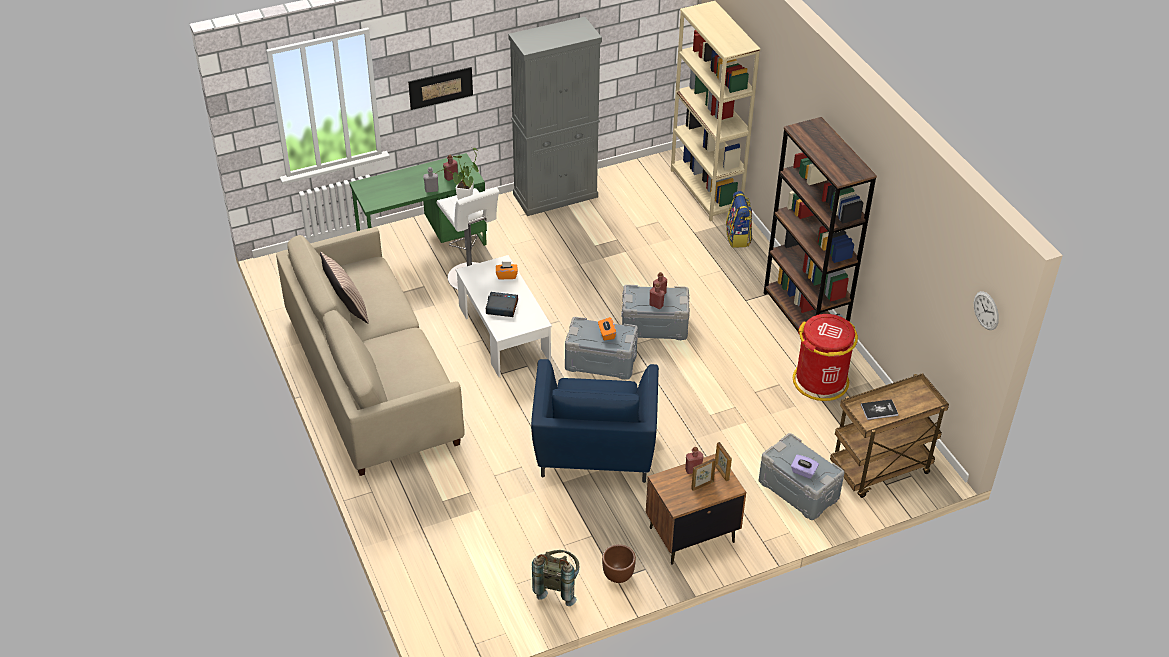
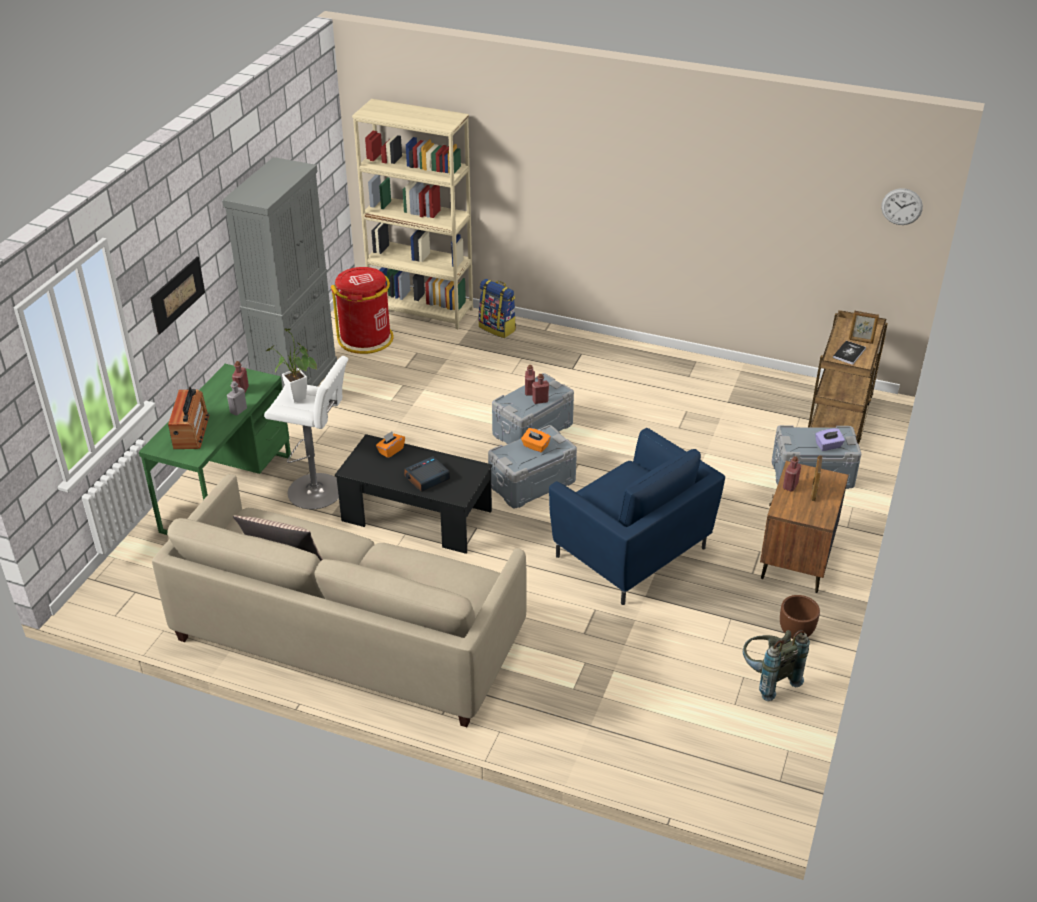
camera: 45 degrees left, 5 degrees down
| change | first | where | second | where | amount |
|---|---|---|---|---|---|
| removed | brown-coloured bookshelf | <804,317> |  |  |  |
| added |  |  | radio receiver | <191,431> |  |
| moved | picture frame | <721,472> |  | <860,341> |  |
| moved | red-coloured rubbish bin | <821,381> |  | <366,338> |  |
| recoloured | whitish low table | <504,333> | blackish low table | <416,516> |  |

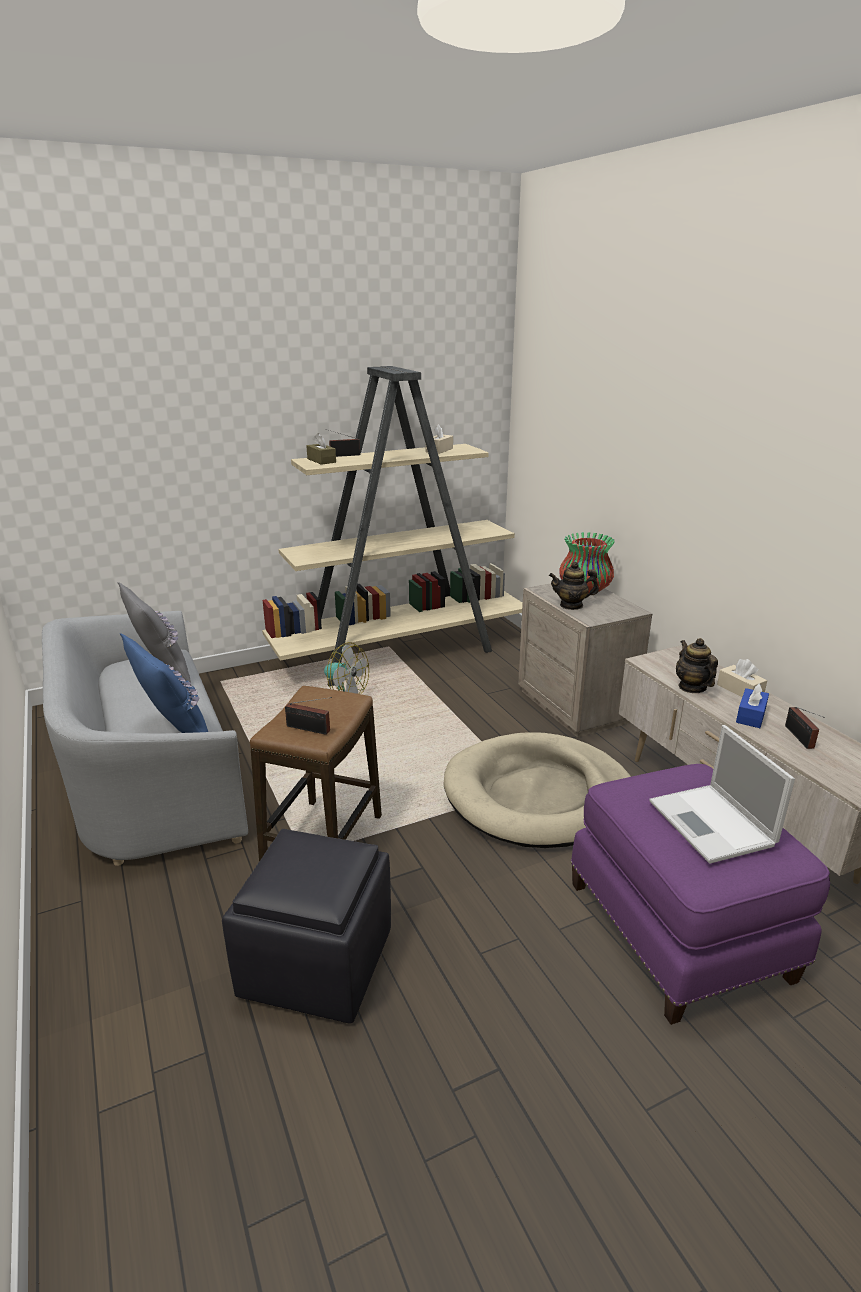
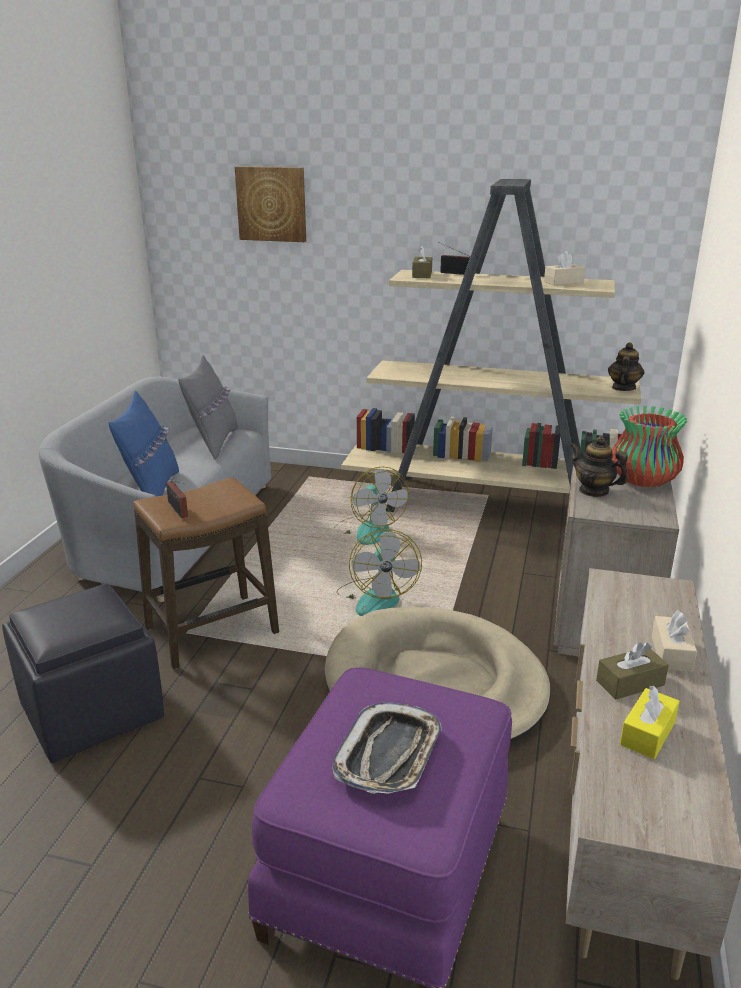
camera: 40 degrees right, 0 degrees up
| change | first | where | second | where | amount |
|---|---|---|---|---|---|
| added |  |  | wall art | <272,204> |  |
| added |  |  | cooling fan | <376,597> |  |
| moved | tea pot | <692,687> |  | <623,388> |  |
| replaced | notebook computer | <713,824> | tray | <389,755> |  |
| replaced | radio receiver | <800,738> | yellowish tissue holder | <647,733> |  |
| recoloured | blue-coloured tissue holder | <750,715> | brown-coloured tissue holder | <630,683> |  |

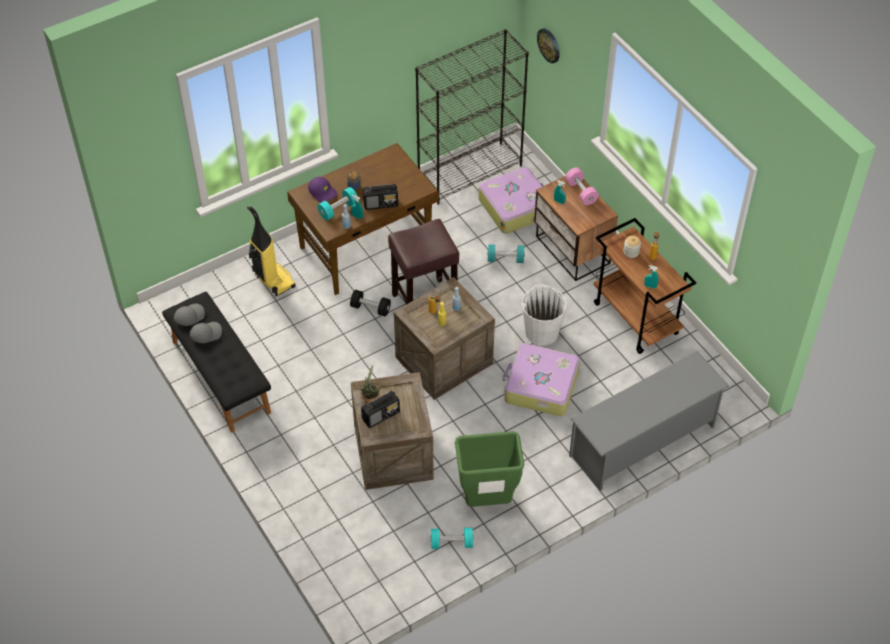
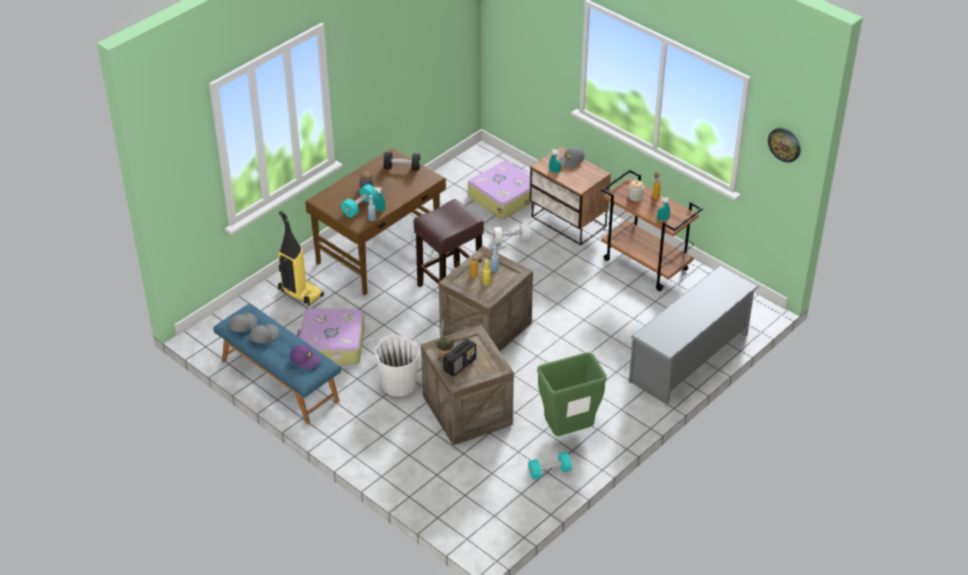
camera: 15 degrees left, 10 degrees down
| change | first | where | second | where | amount |
|---|---|---|---|---|---|
| removed | radio receiver | <381,204> |  |  |  |
| removed | blackish bookshelf | <470,172> |  |  |  |
| moved | purplish cap | <323,192> |  | <306,360> |  |
| moved | blackish free weight | <370,308> |  | <402,168> |  |
| moved | travel case | <540,386> |  | <331,345> |  |
| moved | whitish bucket | <541,331> |  | <398,383> |  |
| moved | clock on the wall | <549,45> |  | <784,144> |  |
| replaced | pink-coloured free weight | <581,192> | grey cap | <571,161> |  |
| recoloured | blackish long seat | <220,376> | blue-coloured long seat | <279,381> |  |
| recoloured | turquoise-coloured free weight | <505,259> | whitish free weight | <511,239> |  |

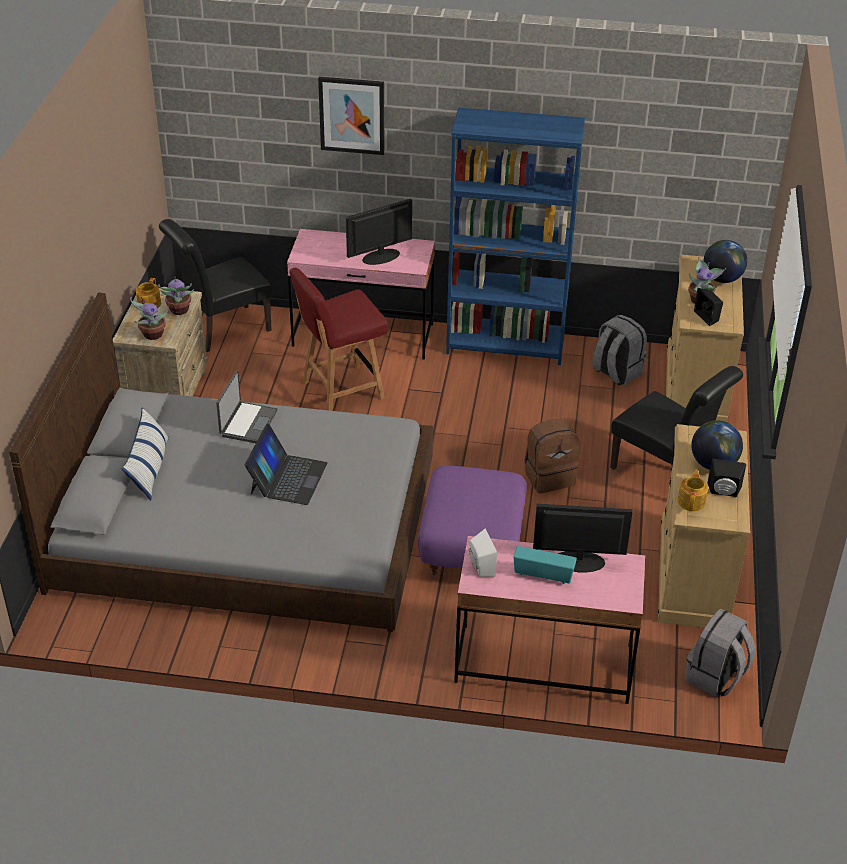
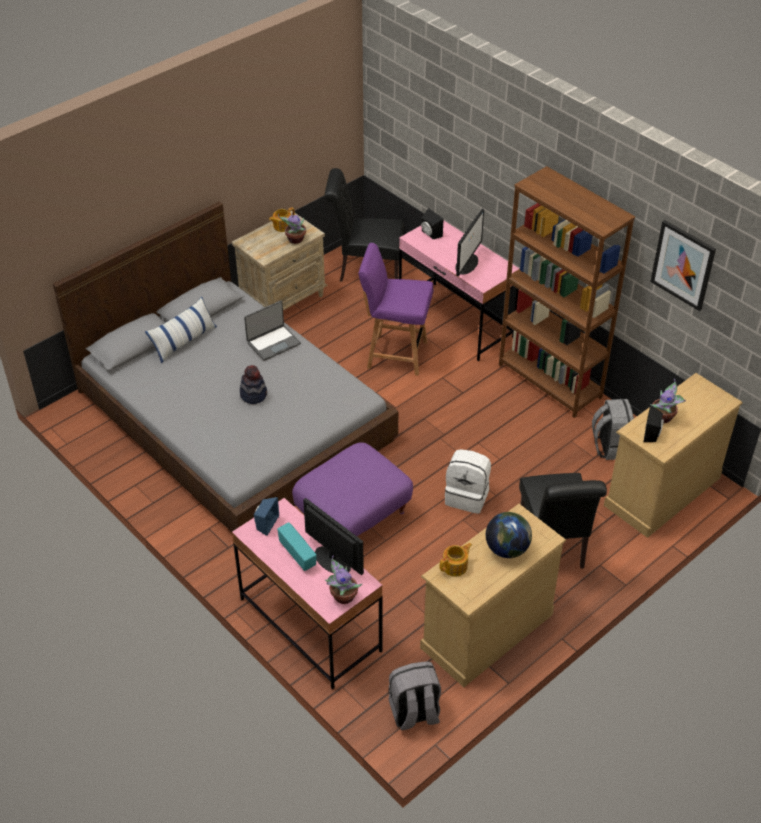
camera: 40 degrees right, 5 degrees up
| change | first | where | second | where | amount |
|---|---|---|---|---|---|
| removed | world globe | <722,279> |  |  |  |
| moved | potted plant | <151,335> |  | <342,596> |  |
| moved | wall art | <352,115> |  | <683,265> |  |
| moved | blackish loudspeaker | <723,492> |  | <430,234> |  |
| replaced | notebook computer | <287,478> | wearable hat | <253,394> |  |
| recoloured | red-coloured plain chair | <341,390> | purplish plain chair | <395,354> |  |
| recoloured | blue-coloured bookshelf | <506,345> | brown-coloured bookshelf | <550,381> |  |
| recoloured | whitish loudspeaker | <480,567> | blue-coloured loudspeaker | <265,523> |  |
| recoloured | brown-coloured backpack | <549,476> | whitish backpack | <467,496> |  |
| turned | computer screen | <380,256> |  | <467,263> | 105 degrees clockwise |

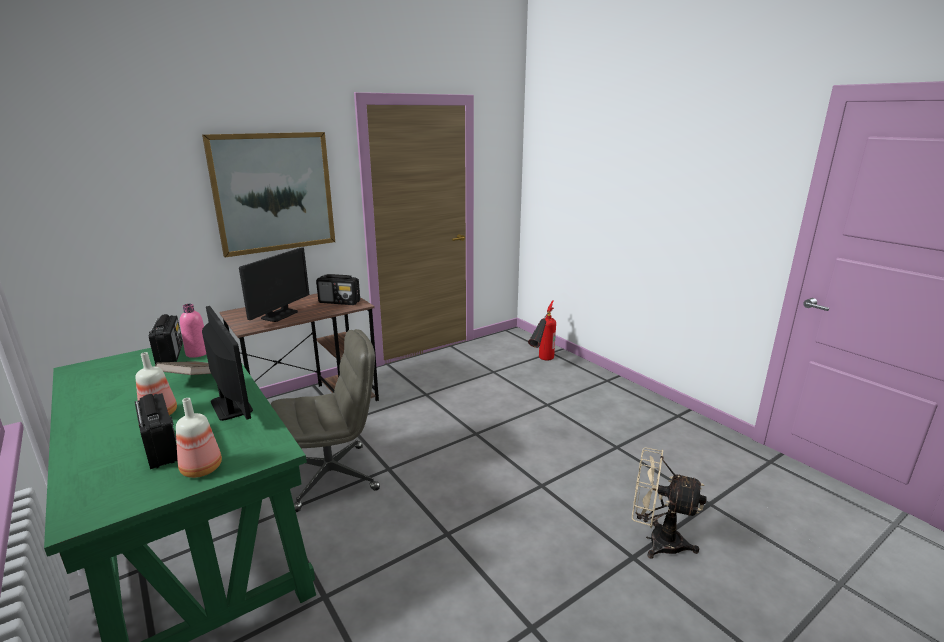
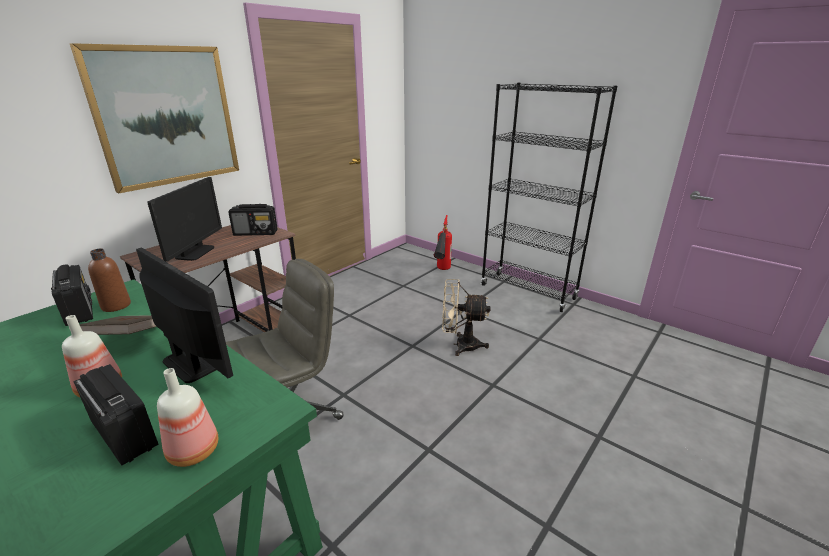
camera: 15 degrees left, 5 degrees up
| change | first | where | second | where | amount |
|---|---|---|---|---|---|
| added |  |  | blackish bookshelf | <528,292> |  |
| moved | sand-coloured cooling fan | <656,540> |  | <460,345> |  |
| recoloured | pink-coloured drink bottle | <197,353> | brown-coloured drink bottle | <116,306> |  |

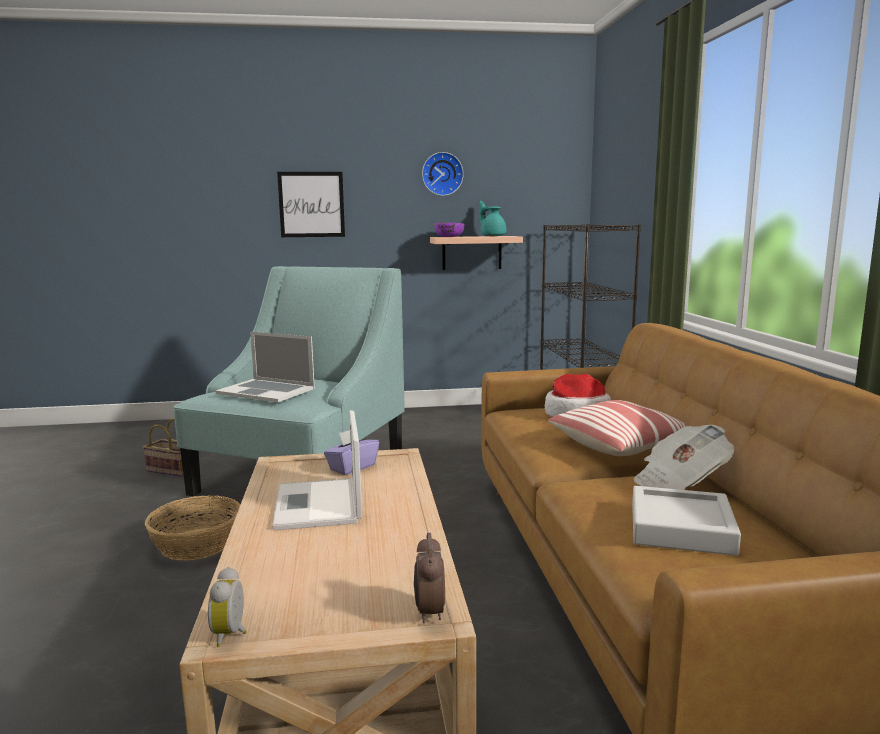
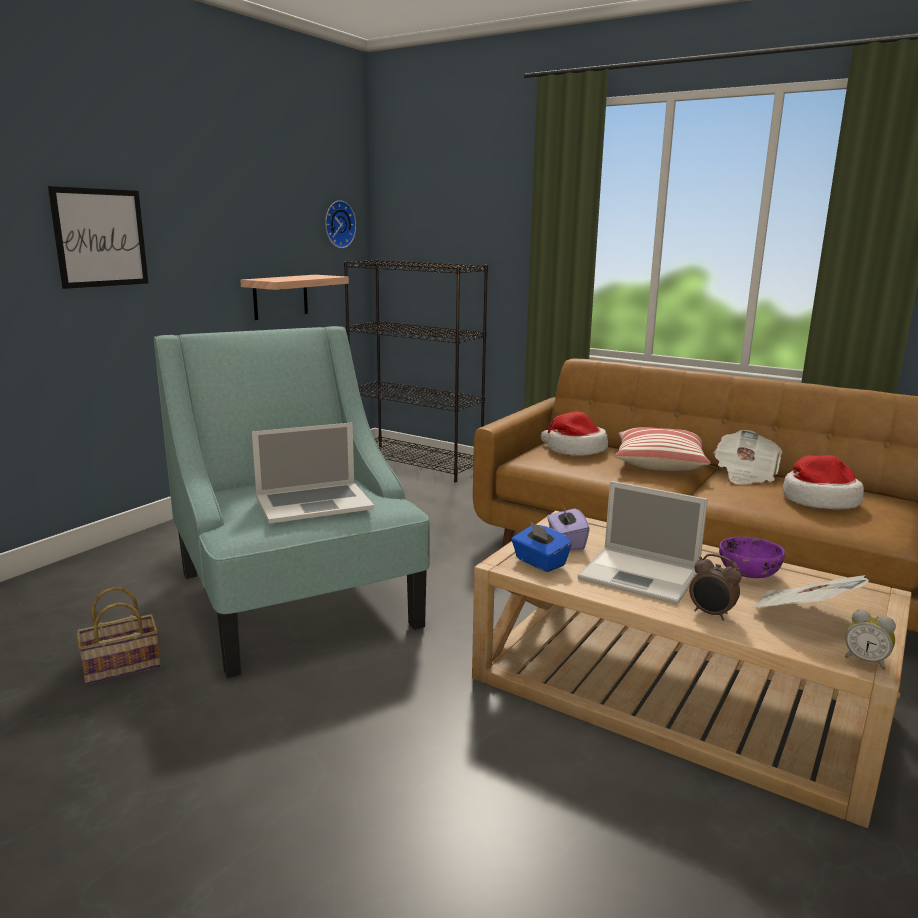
camera: 50 degrees left, 5 degrees up
| change | first | where | second | where | amount |
|---|---|---|---|---|---|
| removed | basket | <197,543> |  |  |  |
| removed | turquoise-coloured tea pot | <492,236> |  |  |  |
| added |  |  | blue-coloured tissue holder | <539,562> |  |
| added |  |  | newspaper | <802,616> |  |
| moved | alarm clock | <429,612> |  | <711,614> |  |
| moved | clock on the wall | <442,174> |  | <338,224> |  |
| moved | purplish deep dish | <449,237> |  | <748,571> |  |
| replaced | grey tray | <681,528> | wearable hat | <818,500> |  |

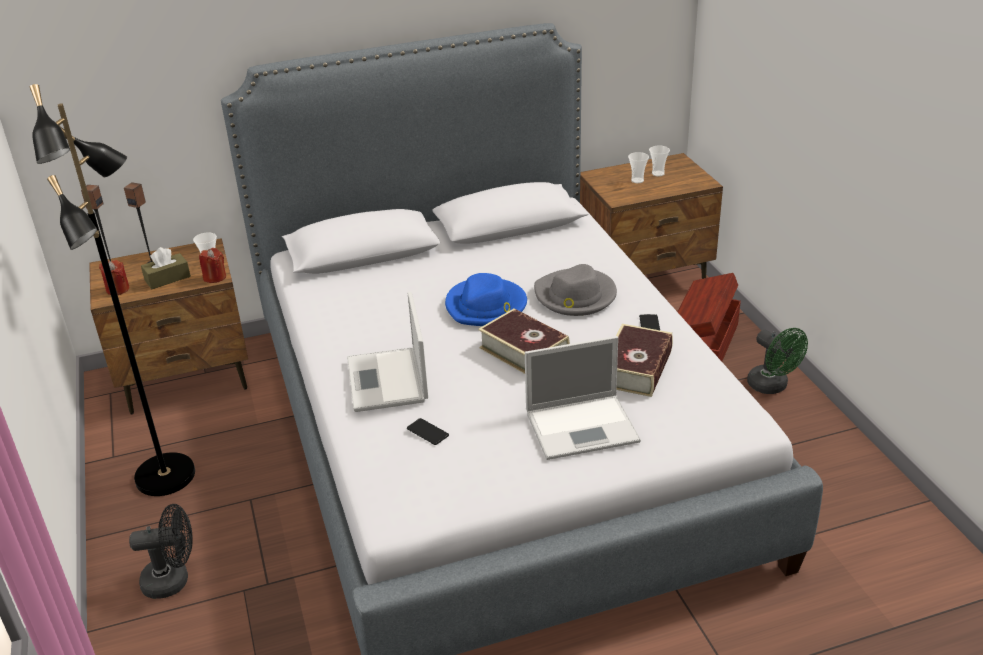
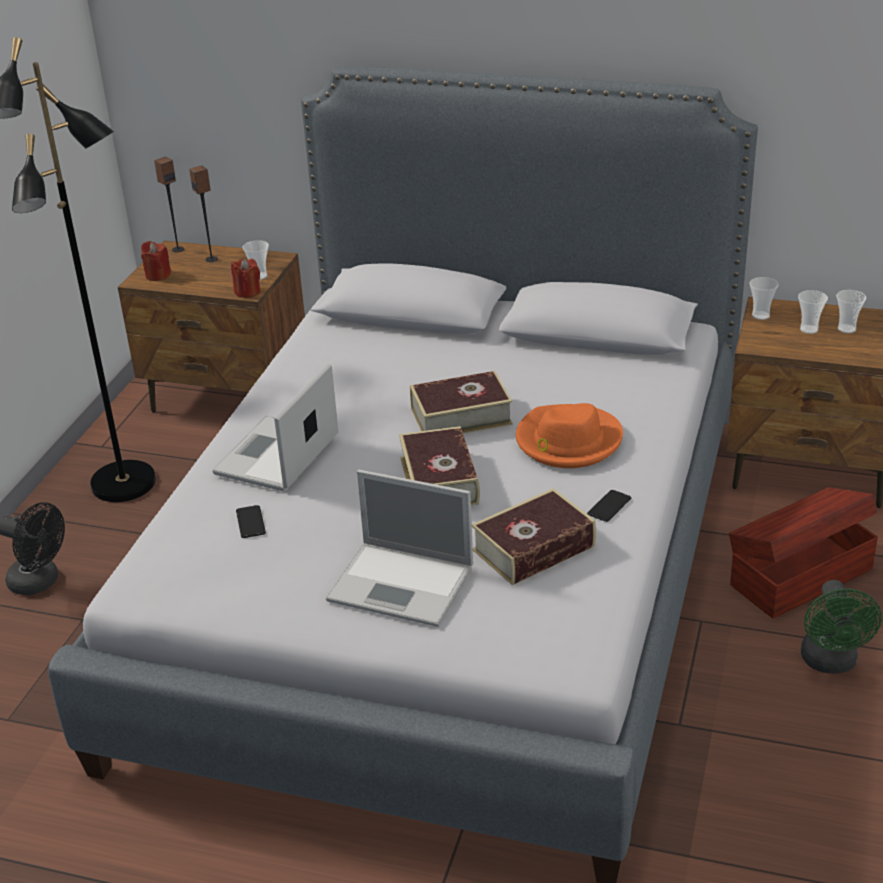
camera: 35 degrees right, 0 degrees up
| change | first | where | second | where | amount |
|---|---|---|---|---|---|
| removed | brown-coloured tissue holder | <167,278> |  |  |  |
| added |  |  | small cup | <760,315> |  |
| replaced | blue-coloured wearable hat | <486,306> | bound book | <461,416> |  |
| recoloured | grey wearable hat | <575,296> | orange-coloured wearable hat | <567,441> |  |

